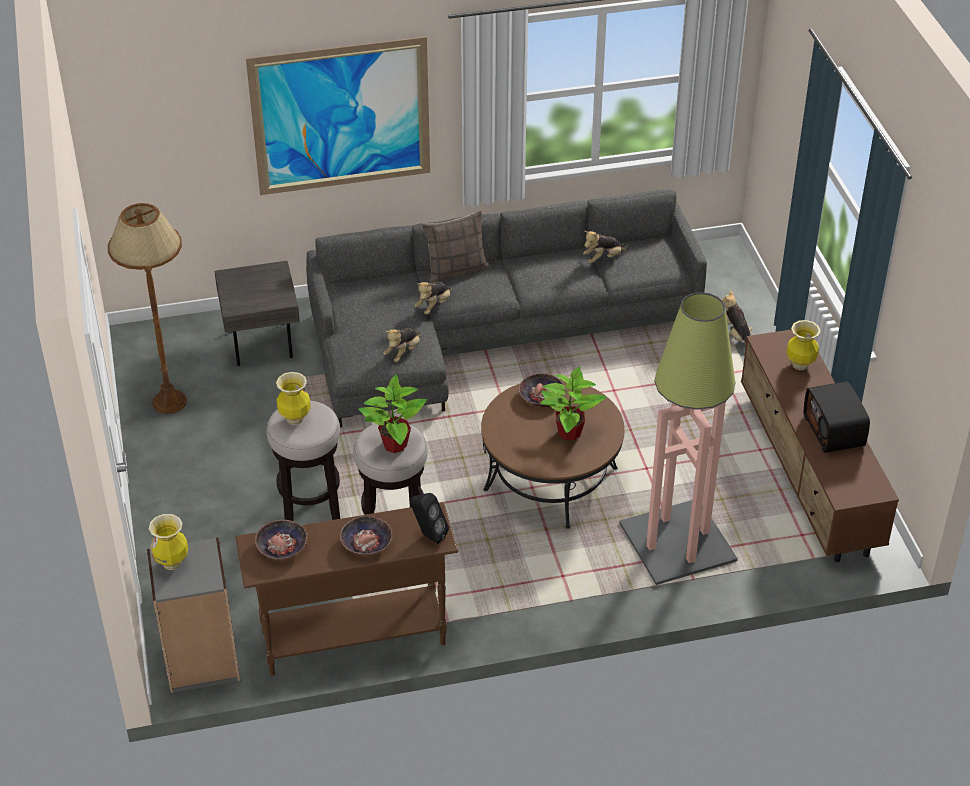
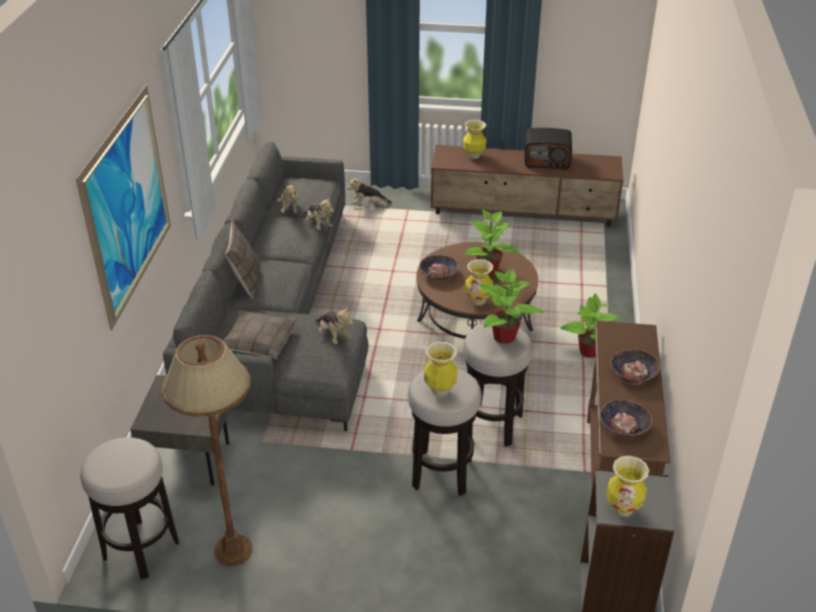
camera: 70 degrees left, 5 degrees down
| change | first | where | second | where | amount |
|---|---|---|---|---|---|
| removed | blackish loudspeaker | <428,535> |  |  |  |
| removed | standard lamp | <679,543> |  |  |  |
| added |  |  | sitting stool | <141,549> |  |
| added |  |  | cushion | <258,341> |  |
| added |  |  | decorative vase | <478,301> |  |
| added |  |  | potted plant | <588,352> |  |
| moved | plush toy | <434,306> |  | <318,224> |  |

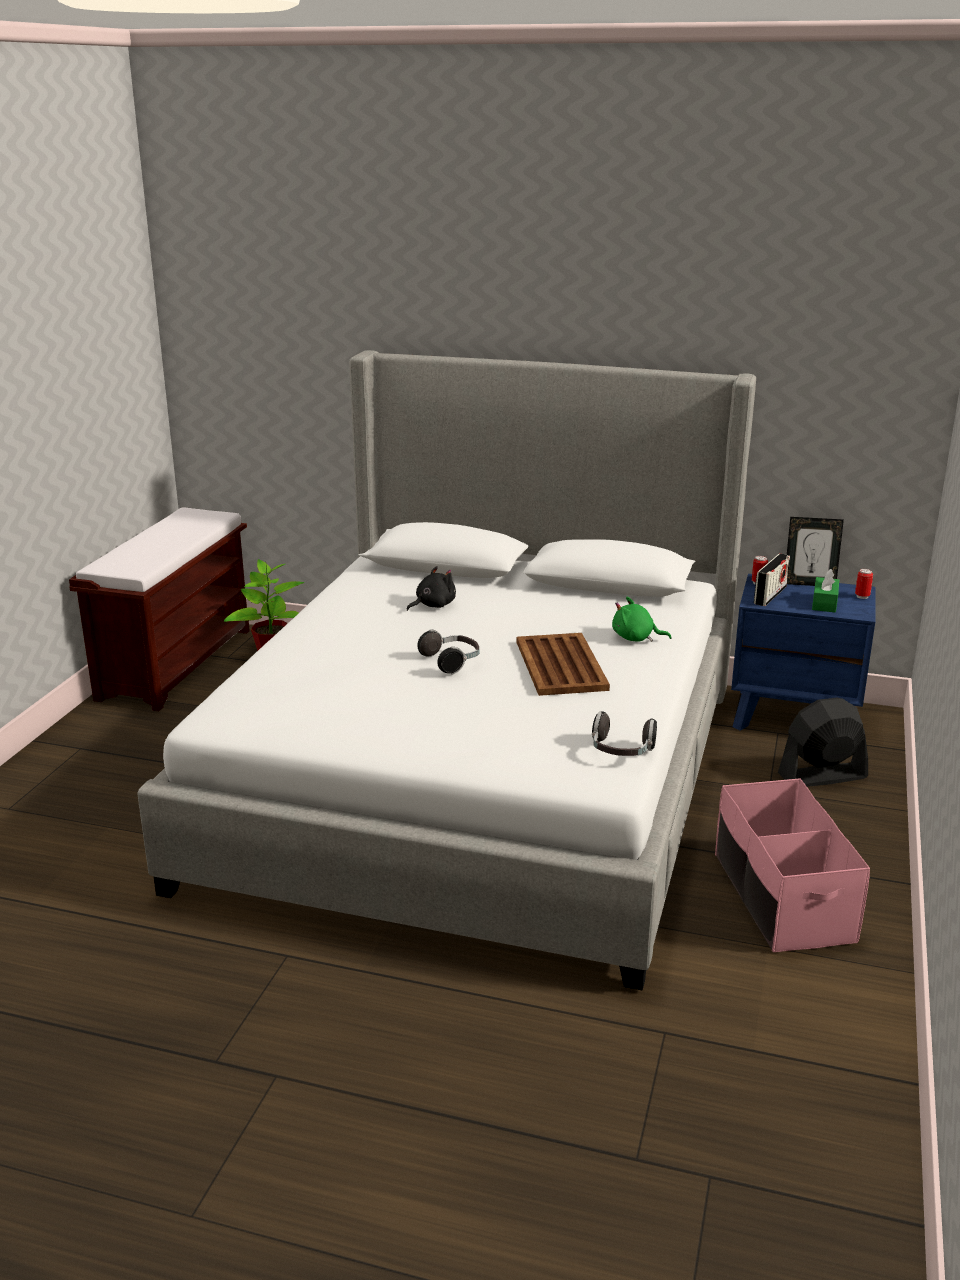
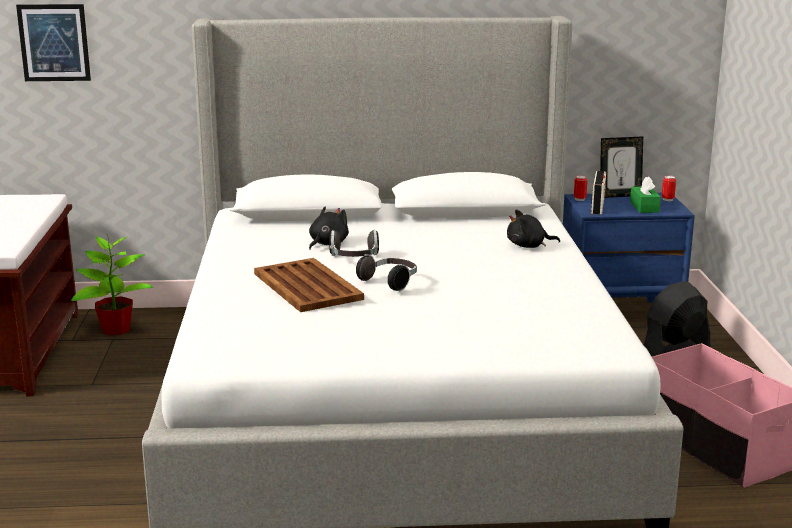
camera: 20 degrees left, 5 degrees down
| change | first | where | second | where | amount |
|---|---|---|---|---|---|
| added |  |  | wall art | <54,42> |  |
| moved | brown-coloured tray | <561,666> |  | <307,287> |  |
| moved | headset | <621,752> |  | <354,258> |  |
| recoloured | green-coloured plush toy | <636,638> | blackish plush toy | <528,246> |  |

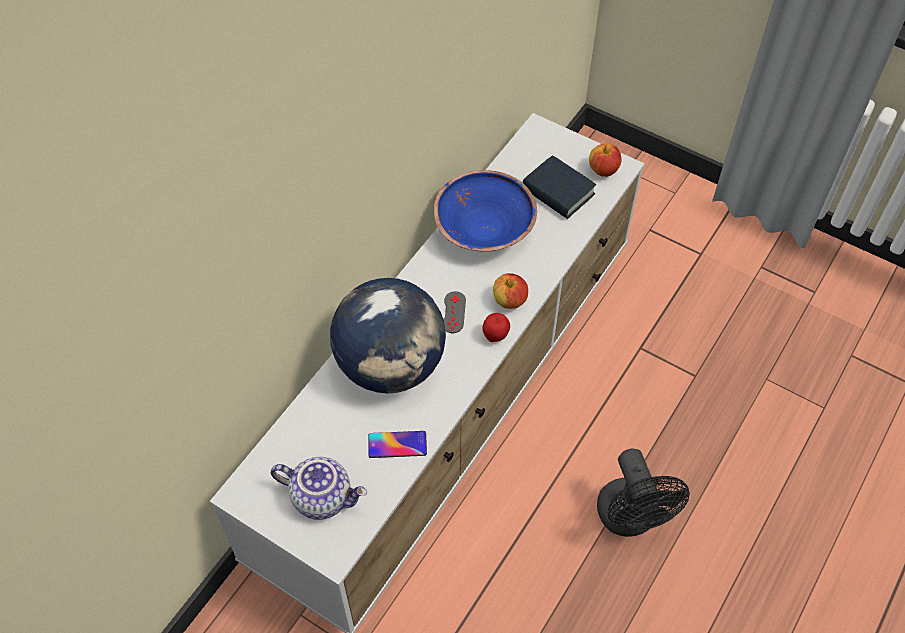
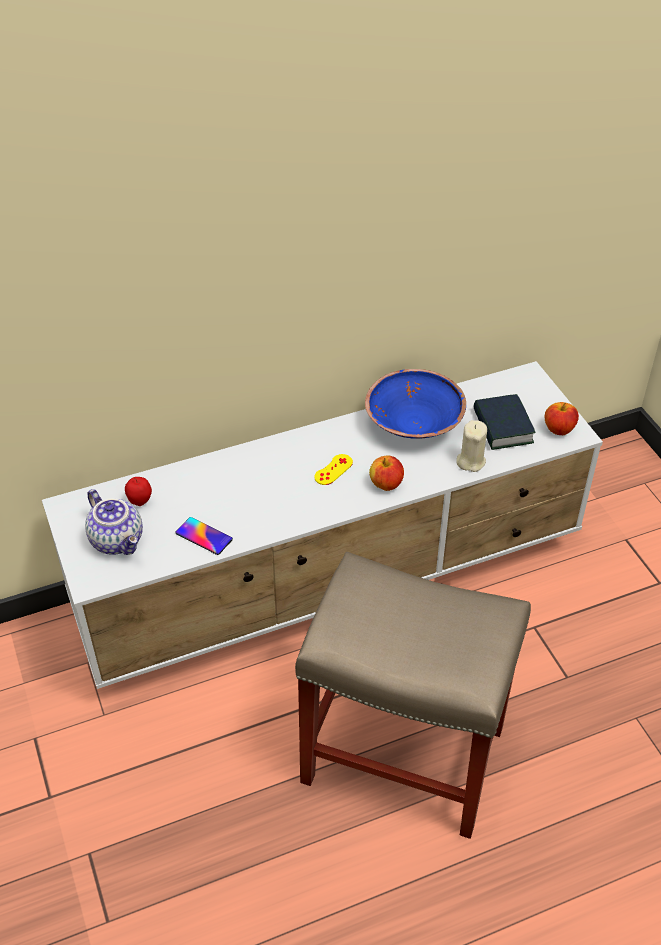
camera: 35 degrees right, 10 degrees down
| change | first | where | second | where | amount |
|---|---|---|---|---|---|
| removed | world globe | <391,366> |  |  |  |
| added |  |  | sand-coloured candle | <470,461> |  |
| moved | apple | <495,336> |  | <140,502> |  |
| replaced | blackish cooling fan | <630,519> | sand-coloured sitting stool | <406,755> |  |
| recoloured | grey game controller | <453,312> | yellowish game controller | <333,470> |  |

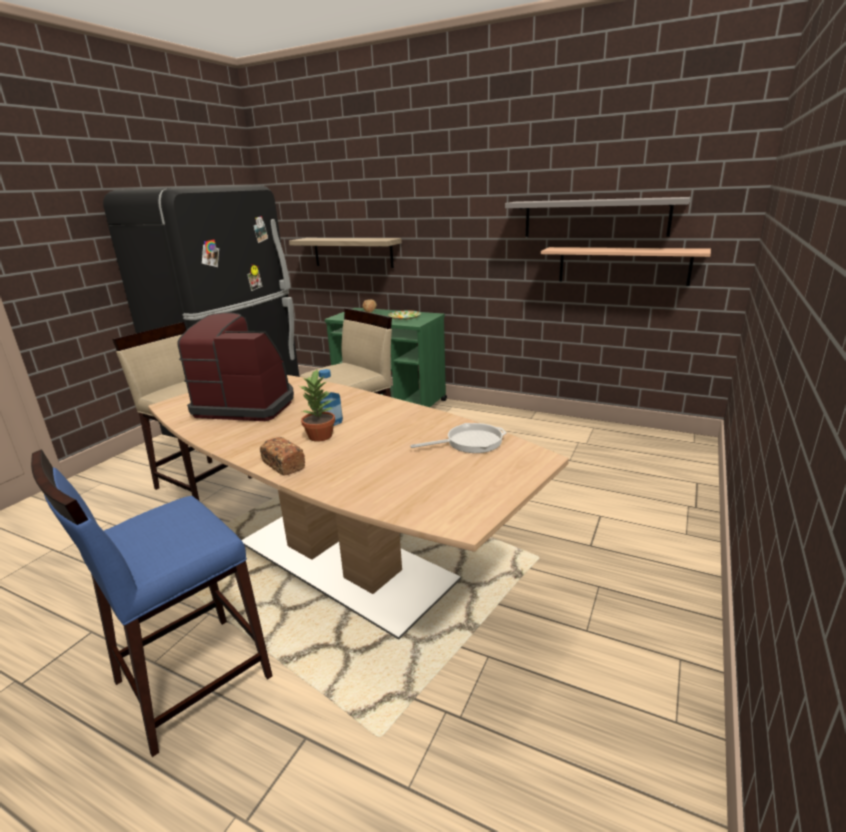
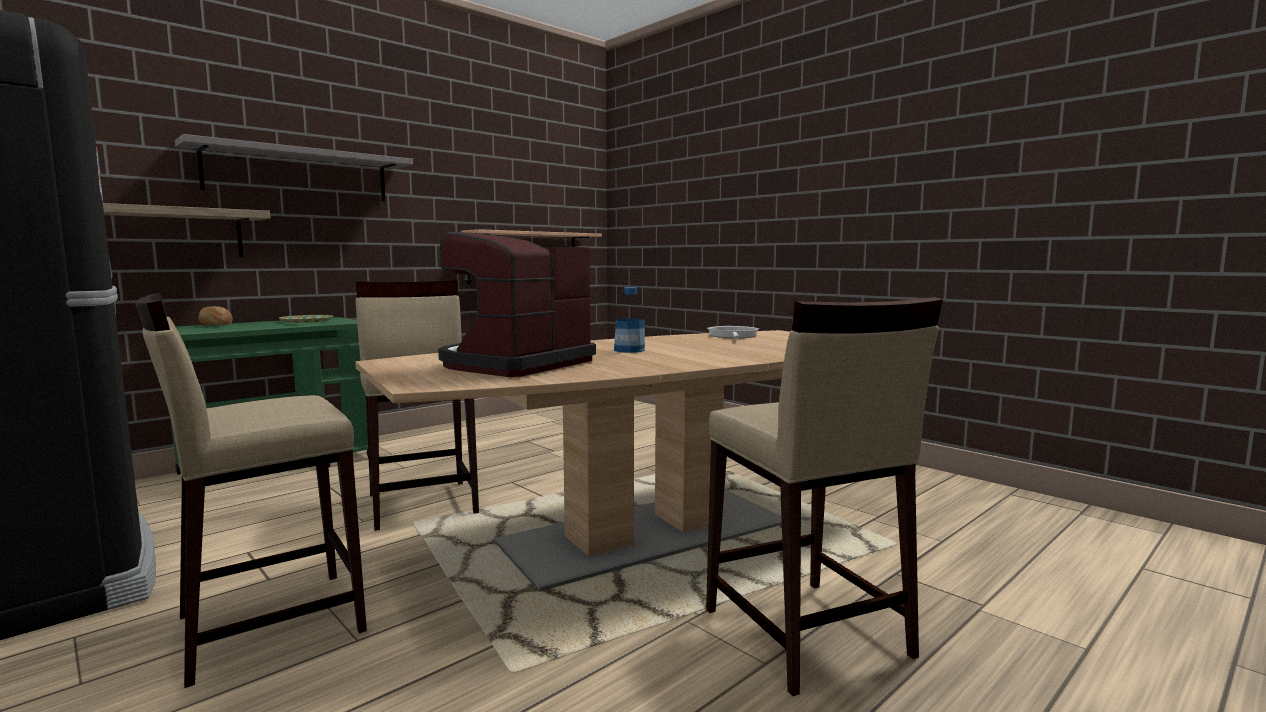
camera: 70 degrees left, 15 degrees down
| change | first | where | second | where | amount |
|---|---|---|---|---|---|
| removed | bakery bread | <283,465> |  |  |  |
| removed | potted plant | <321,436> |  |  |  |
| moved | grey bracket shelf | <595,218> |  | <299,174> |  |
| recoloured | blue-coloured sitting stool | <191,679> | sand-coloured sitting stool | <805,633> |  |

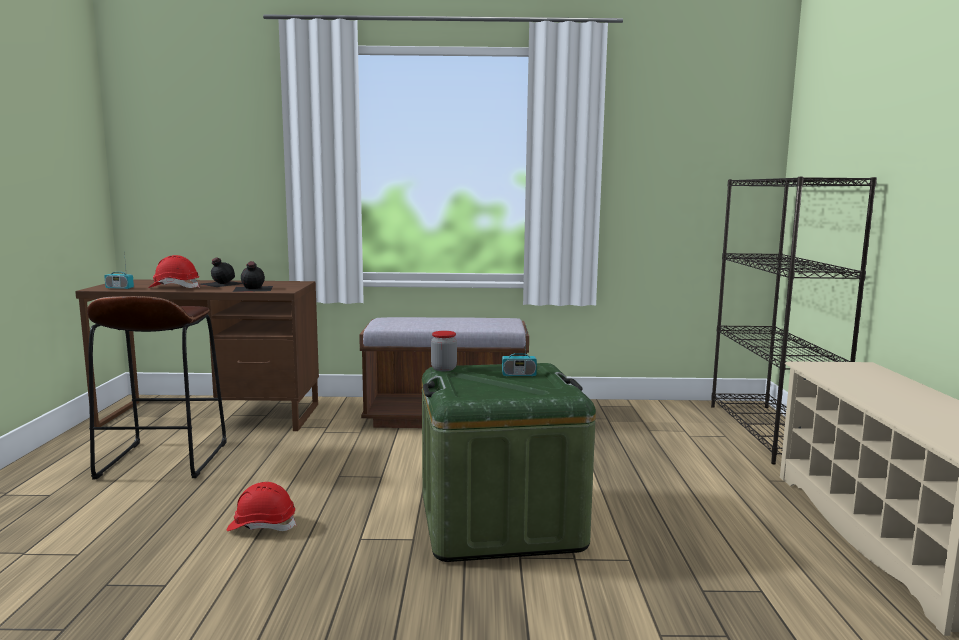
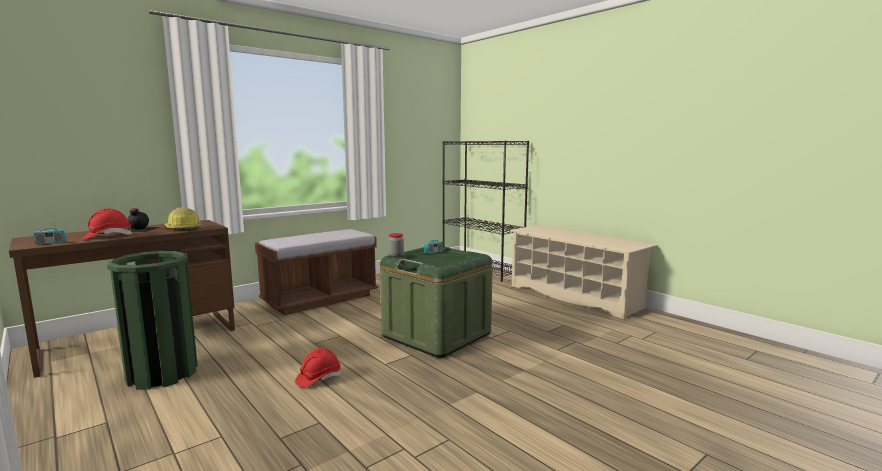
camera: 40 degrees left, 0 degrees up
| change | first | where | second | where | amount |
|---|---|---|---|---|---|
| replaced | brown-coloured sitting stool | <163,460> | green-coloured rubbish bin | <162,374> |  |
| replaced | blackish drink bottle | <252,288> | safety helmet | <182,229> |  |

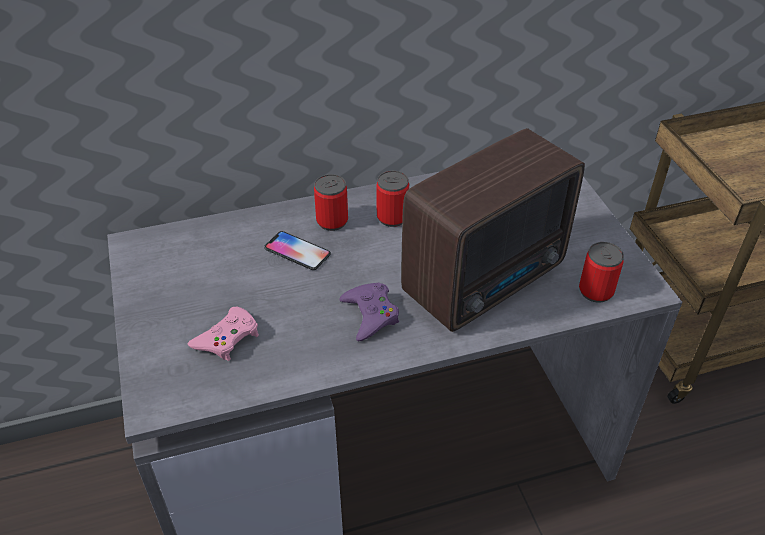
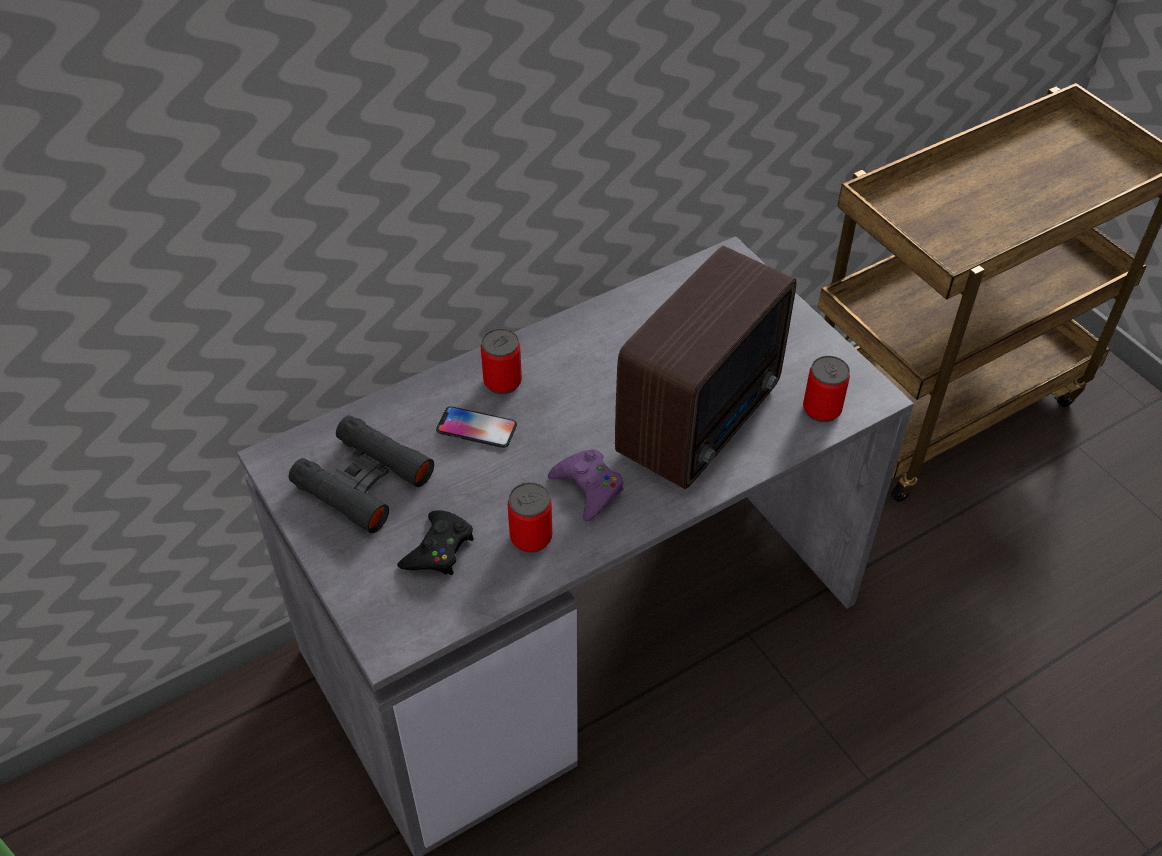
camera: 15 degrees left, 5 degrees up
| change | first | where | second | where | amount |
|---|---|---|---|---|---|
| added |  |  | blackish field glasses | <363,481> |  |
| moved | sealed can | <392,217> |  | <531,537> |  |
| recoloured | pink-coloured game controller | <227,338> | blackish game controller | <438,549> |  |

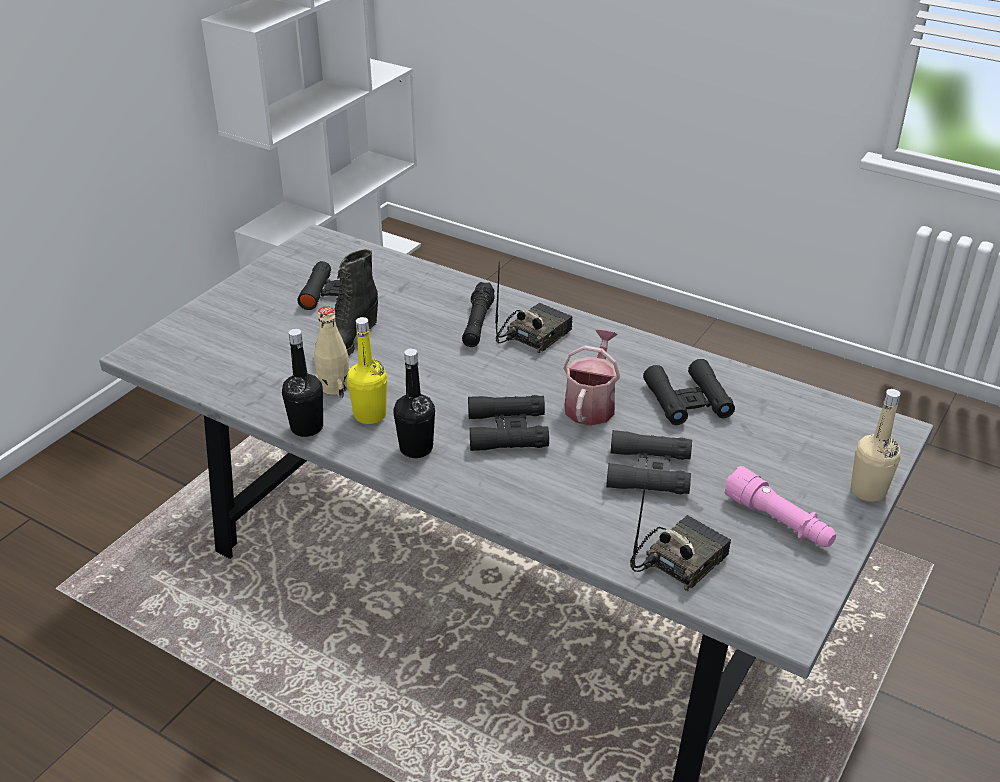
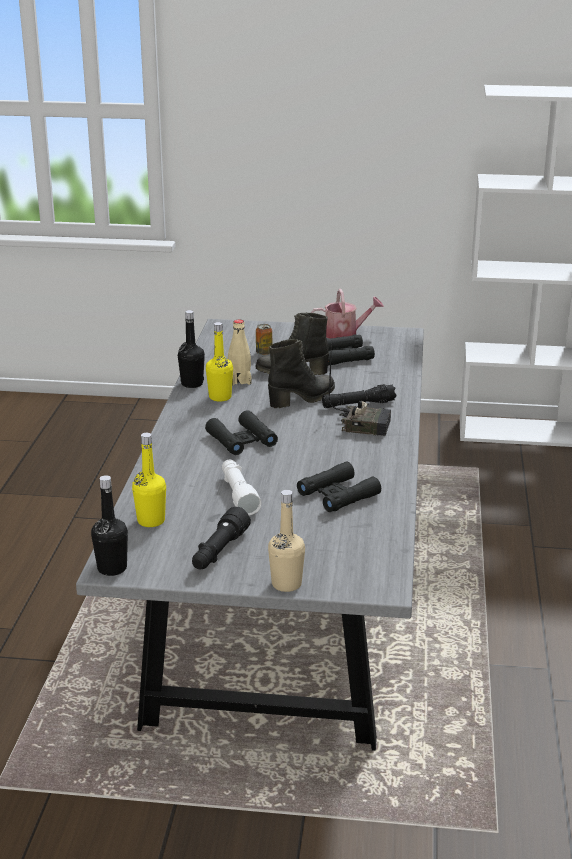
camera: 65 degrees right, 10 degrees down
| change | first | where | second | where | amount |
|---|---|---|---|---|---|
| added |  |  | sealed can | <264,353> |  |
| added |  |  | blackish high-top boot | <302,399> |  |
| moved | blackish drink bottle | <416,448> |  | <112,568> |  |
| moved | watering pot | <591,404> |  | <345,334> |  |
| replaced | blackish field glasses | <648,471> | whitish flashlight | <238,495> |  |
| replaced | radio receiver | <678,559> | yellowish drink bottle | <151,521> |  |
| recoloured | pink-coloured flashlight | <779,522> | blackish flashlight | <219,551> |  |

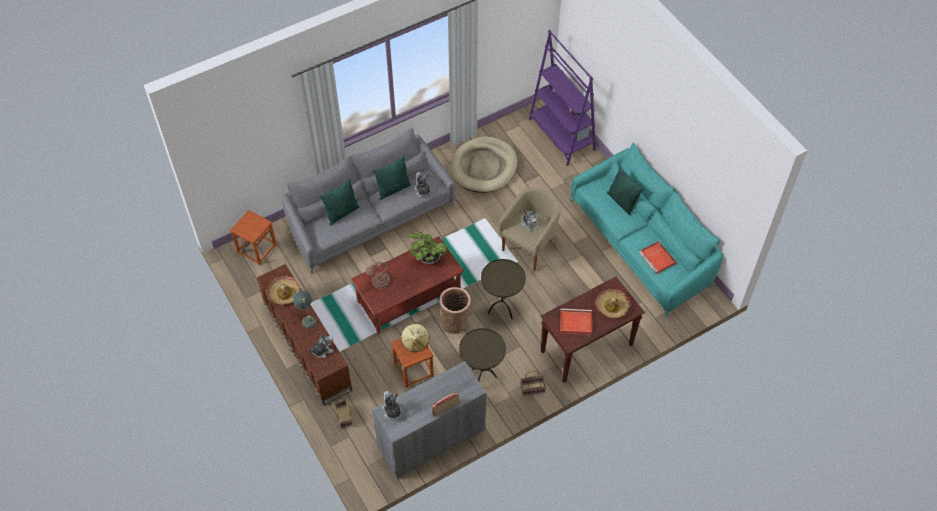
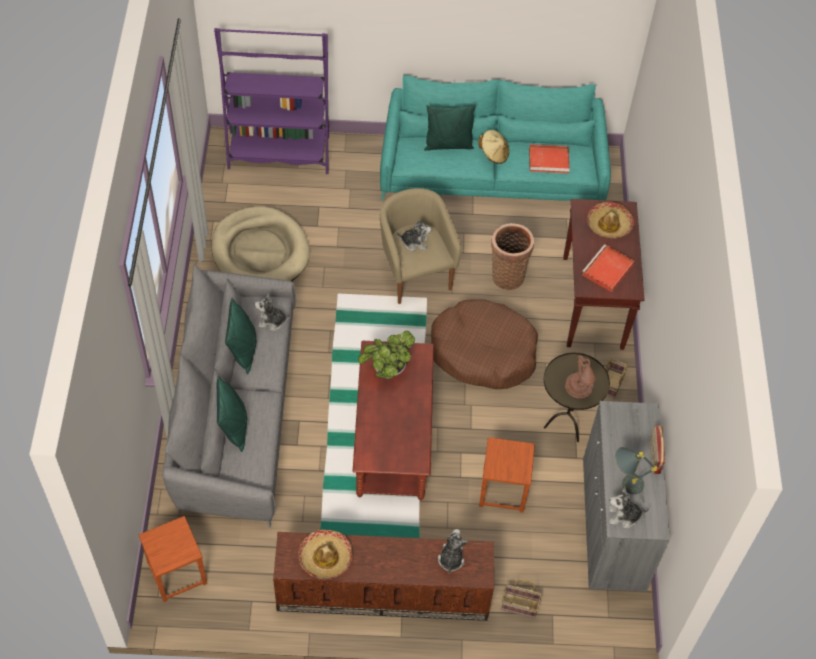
camera: 60 degrees left, 0 degrees up
| change | first | where | second | where | amount |
|---|---|---|---|---|---|
| moved | grey tabletop lamp | <307,317> |  | <624,483> |  |
| moved | brown-coloured tabletop lamp | <379,282> |  | <579,388> |  |
| moved | sand-coloured wearable hat | <415,342> |  | <494,154> |  |
| moved | basket | <455,322> |  | <507,275> |  |
| replaced | brown-coloured side table | <501,310> | brown-coloured dog cushion | <483,352> |  |

